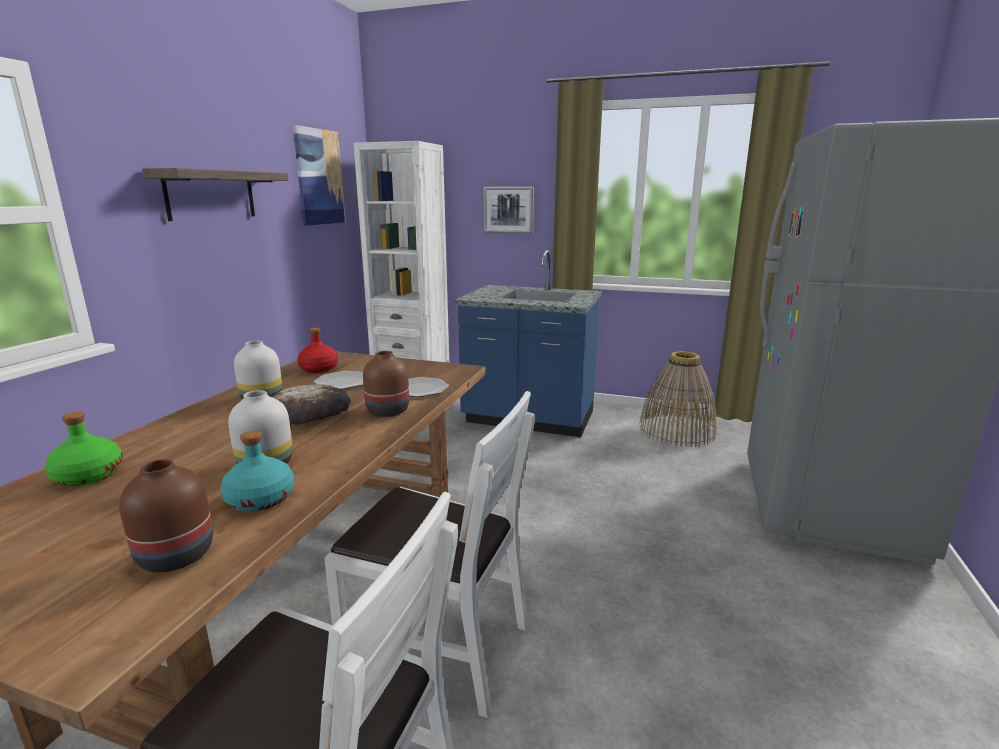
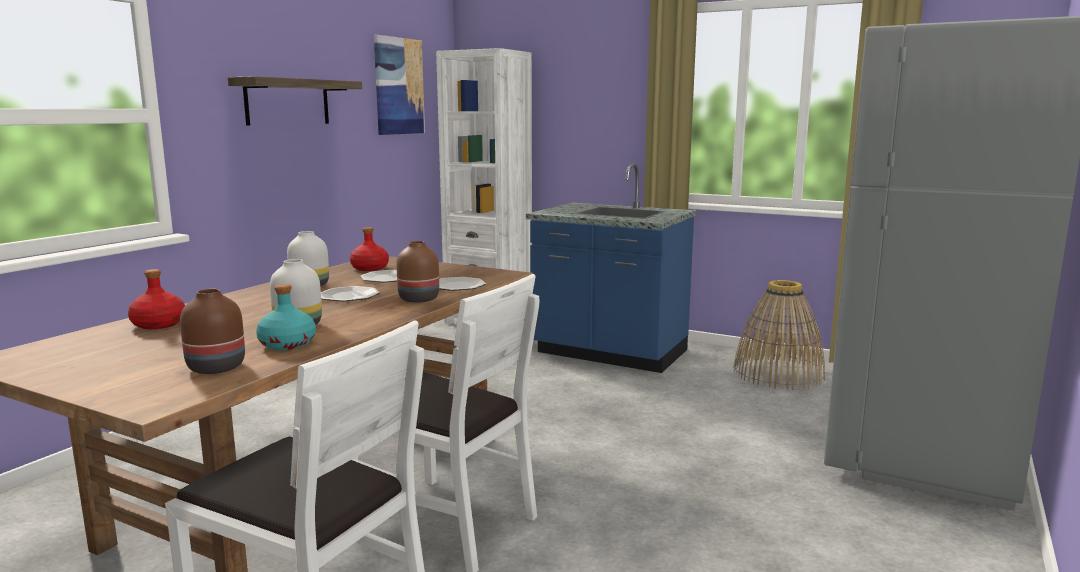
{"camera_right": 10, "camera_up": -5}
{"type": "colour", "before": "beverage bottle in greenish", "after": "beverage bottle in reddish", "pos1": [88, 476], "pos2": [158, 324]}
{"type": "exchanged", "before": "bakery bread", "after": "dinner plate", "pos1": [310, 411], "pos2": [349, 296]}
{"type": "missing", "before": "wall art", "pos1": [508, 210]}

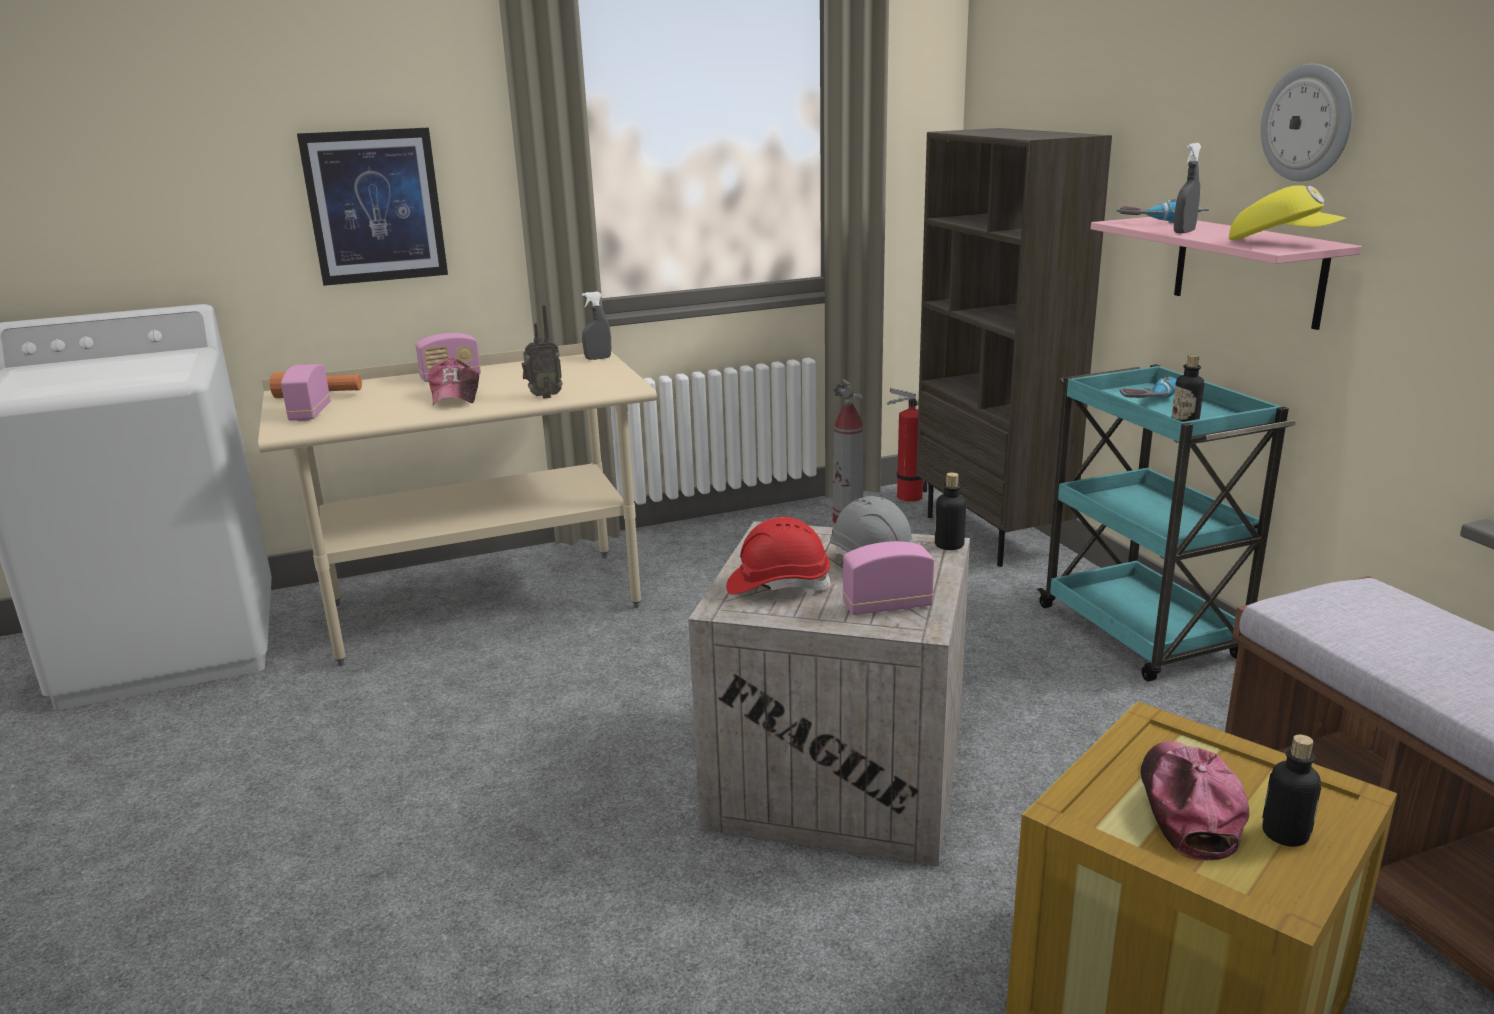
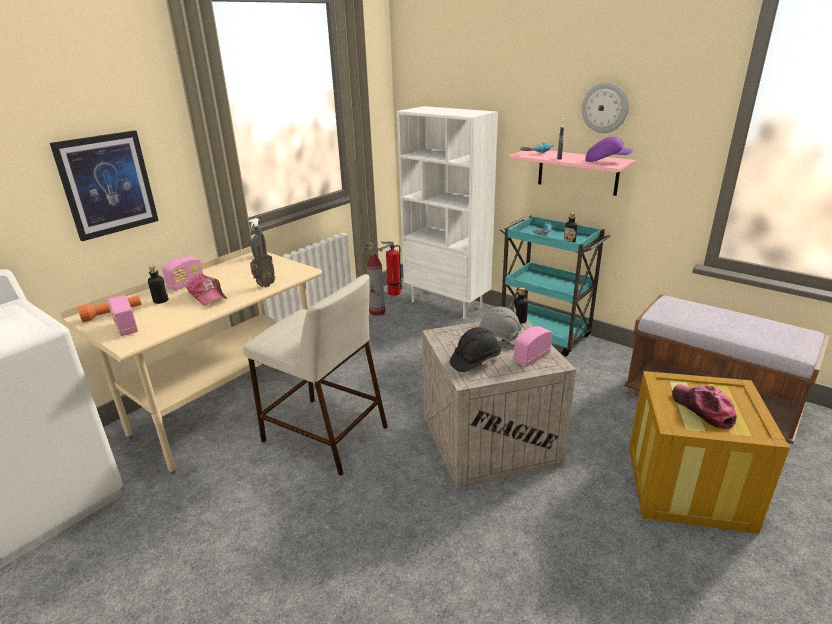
{"camera_right": -30, "camera_up": 5}
{"type": "relocated", "before": "beverage bottle", "pos1": [1285, 834], "pos2": [161, 301]}
{"type": "appeared", "after": "sitting stool in beige-coloured", "pos2": [323, 434]}
{"type": "colour", "before": "shelving unit in brownish", "after": "shelving unit in white", "pos1": [992, 535], "pos2": [447, 304]}
{"type": "colour", "before": "hard hat in reddish", "after": "hard hat in black-coloured", "pos1": [778, 585], "pos2": [475, 361]}
{"type": "colour", "before": "cap in yellow-coloured", "after": "cap in purplish", "pos1": [1281, 243], "pos2": [607, 161]}

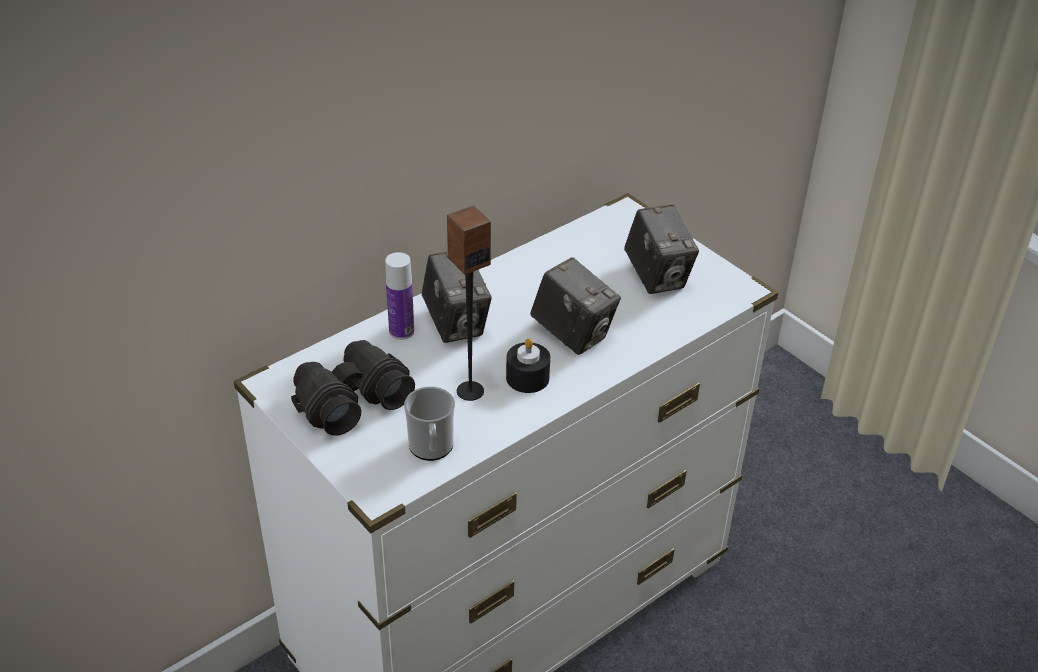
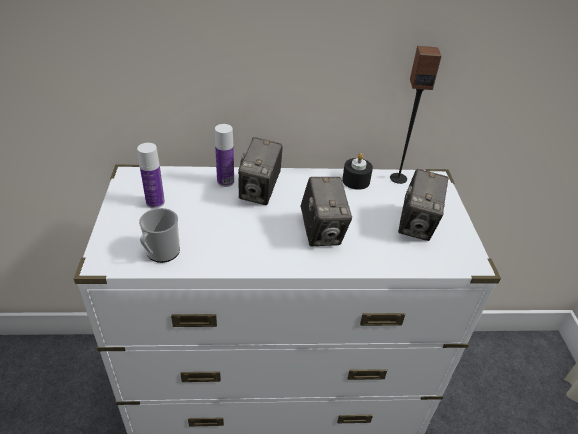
{"camera_right": 35, "camera_up": 0}
{"type": "exchanged", "before": "pair of binoculars in black-coloured", "after": "beverage bottle", "pos1": [350, 399], "pos2": [155, 202]}
{"type": "relocated", "before": "wax candle in black-coloured", "pos1": [527, 378], "pos2": [356, 181]}
{"type": "relocated", "before": "audio speaker", "pos1": [470, 391], "pos2": [398, 178]}

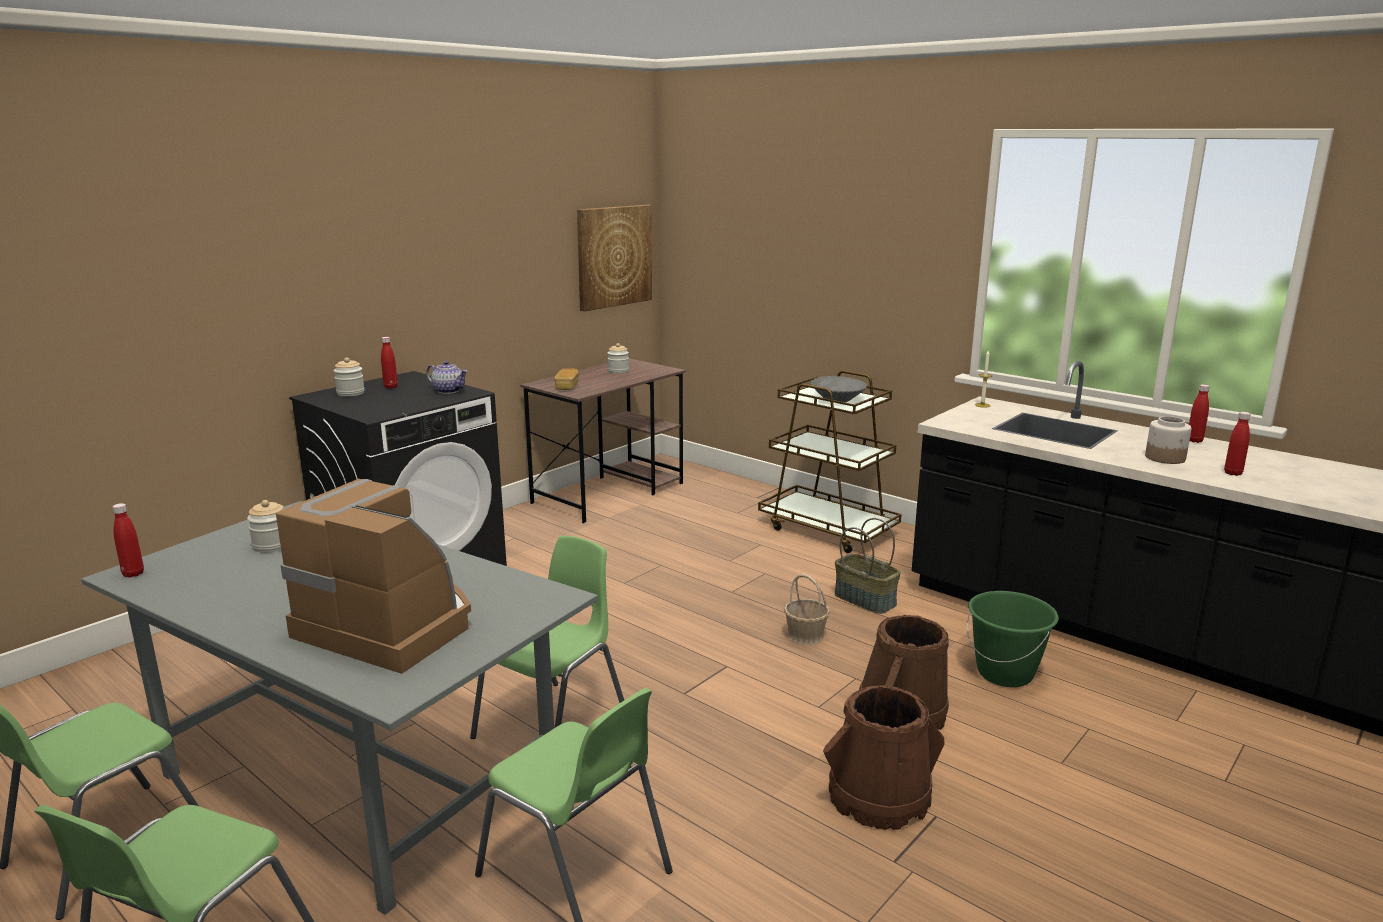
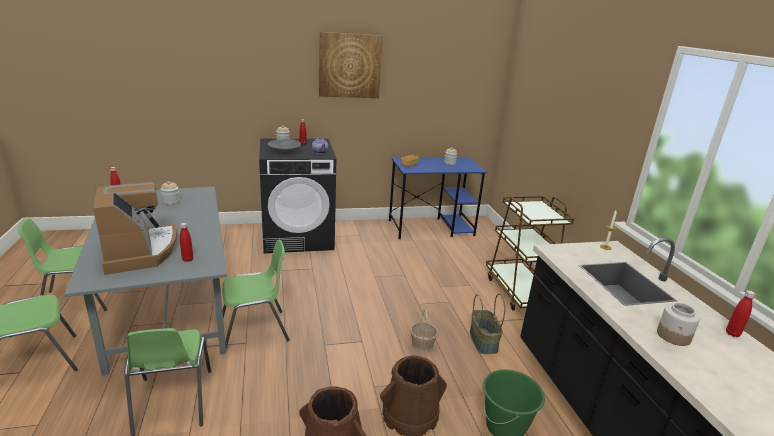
{"camera_right": 35, "camera_up": 5}
{"type": "relocated", "before": "beverage bottle in reddish", "pos1": [1233, 473], "pos2": [187, 259]}
{"type": "relocated", "before": "deep dish in gray", "pos1": [838, 399], "pos2": [284, 152]}
{"type": "relocated", "before": "wall art", "pos1": [614, 256], "pos2": [350, 65]}
{"type": "colour", "before": "desk table in brownish", "after": "desk table in blue", "pos1": [609, 492], "pos2": [431, 228]}

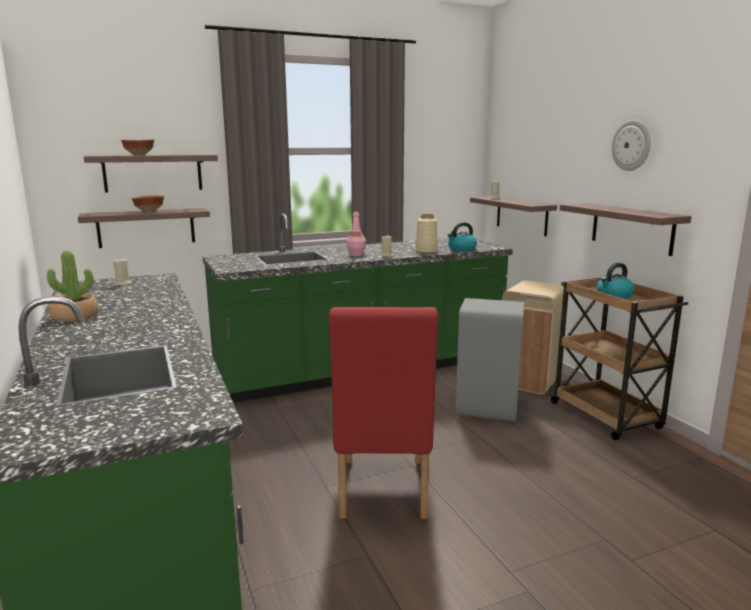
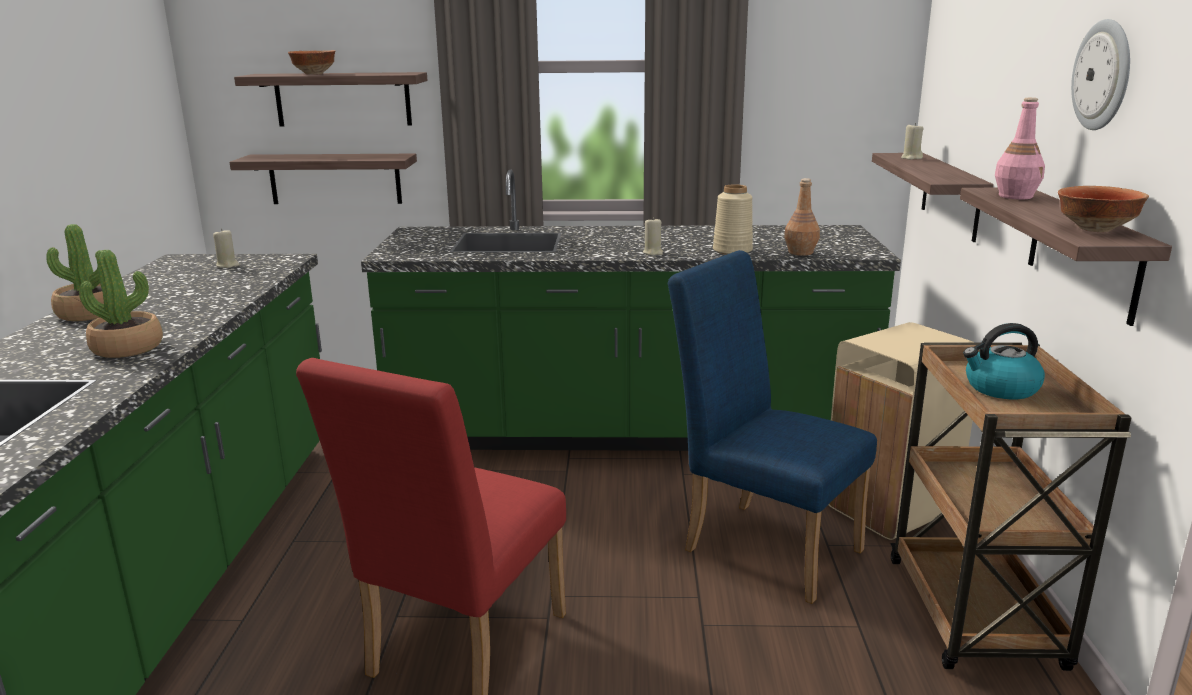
{"camera_right": 25, "camera_up": 5}
{"type": "appeared", "after": "plant in a pot", "pos2": [127, 348]}
{"type": "exchanged", "before": "waste bin in gray", "after": "upright chair in blue", "pos1": [486, 408], "pos2": [762, 544]}
{"type": "exchanged", "before": "water kettle", "after": "beverage bottle in brownish", "pos1": [461, 249], "pos2": [801, 252]}
{"type": "relocated", "before": "beverage bottle in pink", "pos1": [356, 254], "pos2": [1015, 196]}
{"type": "relocated", "before": "deep dish", "pos1": [149, 211], "pos2": [1095, 229]}

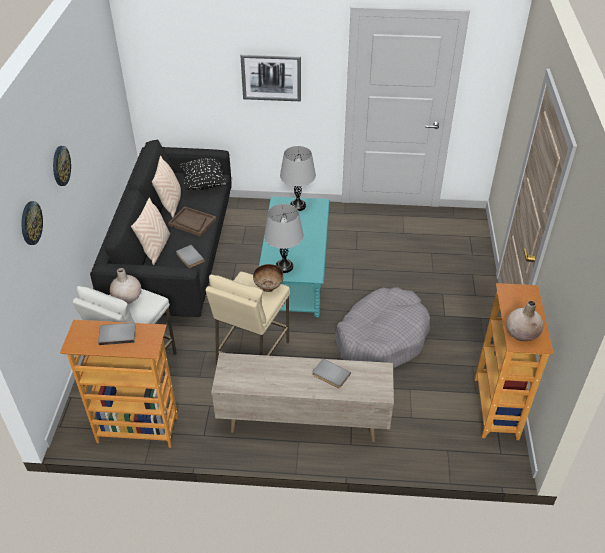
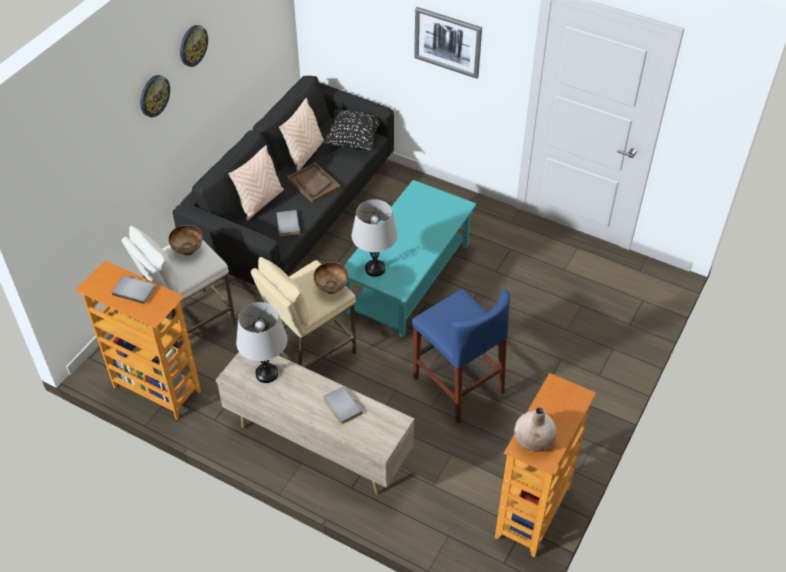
{"camera_right": 25, "camera_up": 5}
{"type": "exchanged", "before": "decorative vase in beige-coloured", "after": "deep dish", "pos1": [127, 297], "pos2": [187, 251]}
{"type": "relocated", "before": "wall clock", "pos1": [30, 223], "pos2": [192, 45]}
{"type": "relocated", "before": "tabletop lamp in gray", "pos1": [298, 206], "pos2": [267, 374]}
{"type": "exchanged", "before": "dog cushion in gray", "after": "sitting stool in blue", "pos1": [381, 337], "pos2": [458, 385]}

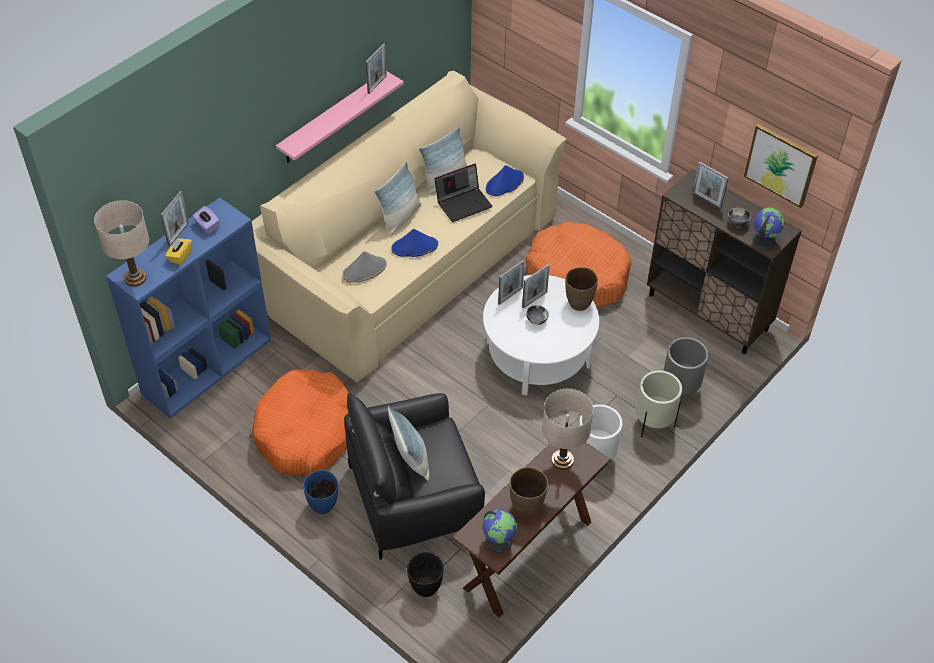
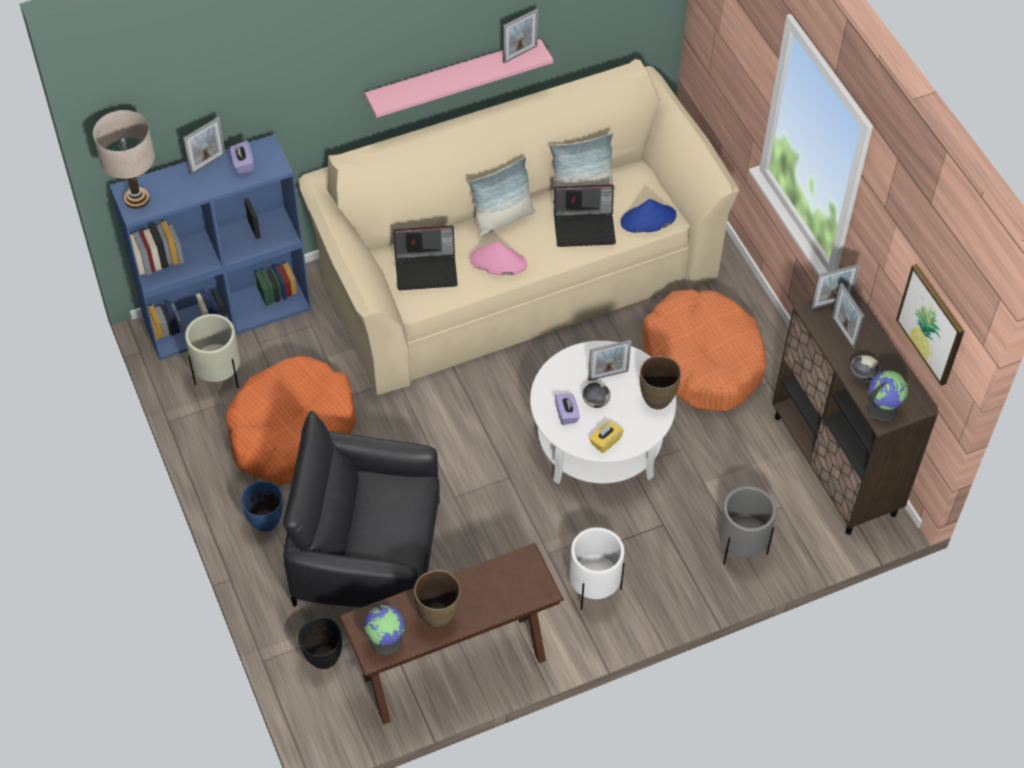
{"camera_right": 25, "camera_up": 5}
{"type": "relocated", "before": "plant pot in beige-coloured", "pos1": [653, 423], "pos2": [218, 375]}
{"type": "exchanged", "before": "clothing hat in gray", "after": "notebook computer", "pos1": [364, 270], "pos2": [427, 269]}
{"type": "colour", "before": "clothing hat in blue", "after": "clothing hat in pink", "pos1": [414, 247], "pos2": [497, 261]}
{"type": "appeared", "after": "tissue box in purplish", "pos2": [566, 414]}
{"type": "relocated", "before": "tissue box in yellow-coloured", "pos1": [180, 256], "pos2": [605, 441]}
{"type": "relocated", "before": "standing frame", "pos1": [510, 296], "pos2": [830, 303]}
{"type": "missing", "before": "cushion", "pos1": [411, 459]}
{"type": "missing", "before": "tabletop lamp in beige-coloured", "pos1": [562, 460]}

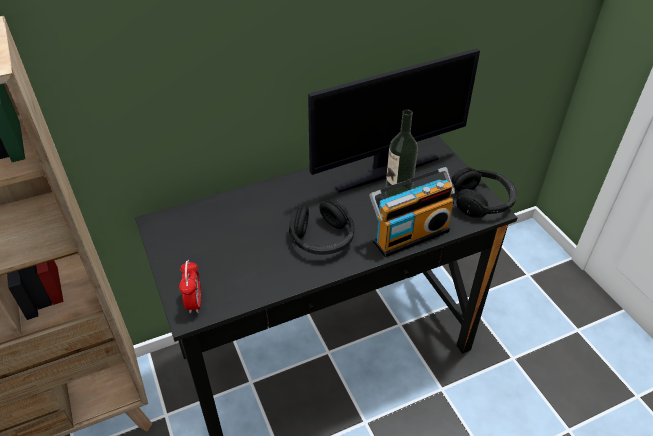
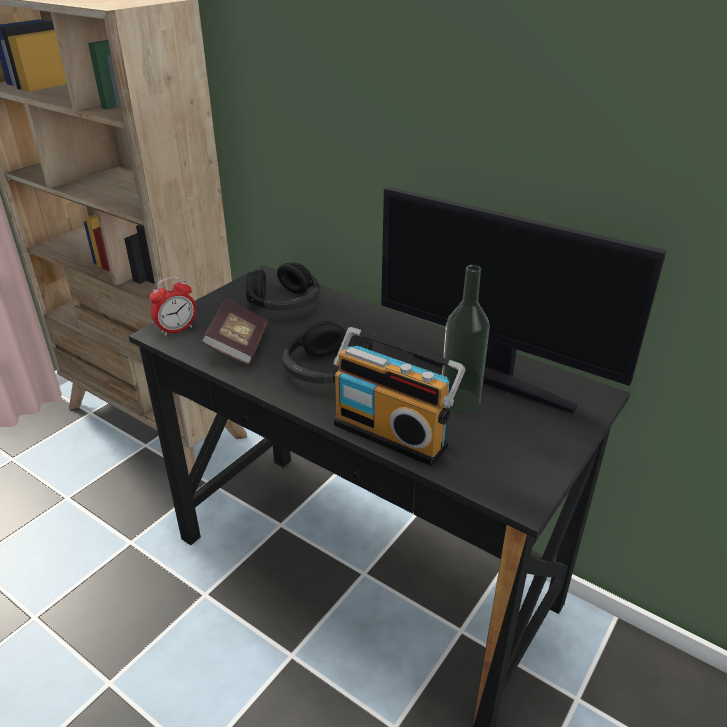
{"camera_right": 60, "camera_up": -10}
{"type": "appeared", "after": "book", "pos2": [238, 346]}
{"type": "relocated", "before": "pair of headphones in black-coloured", "pos1": [482, 201], "pos2": [284, 303]}

